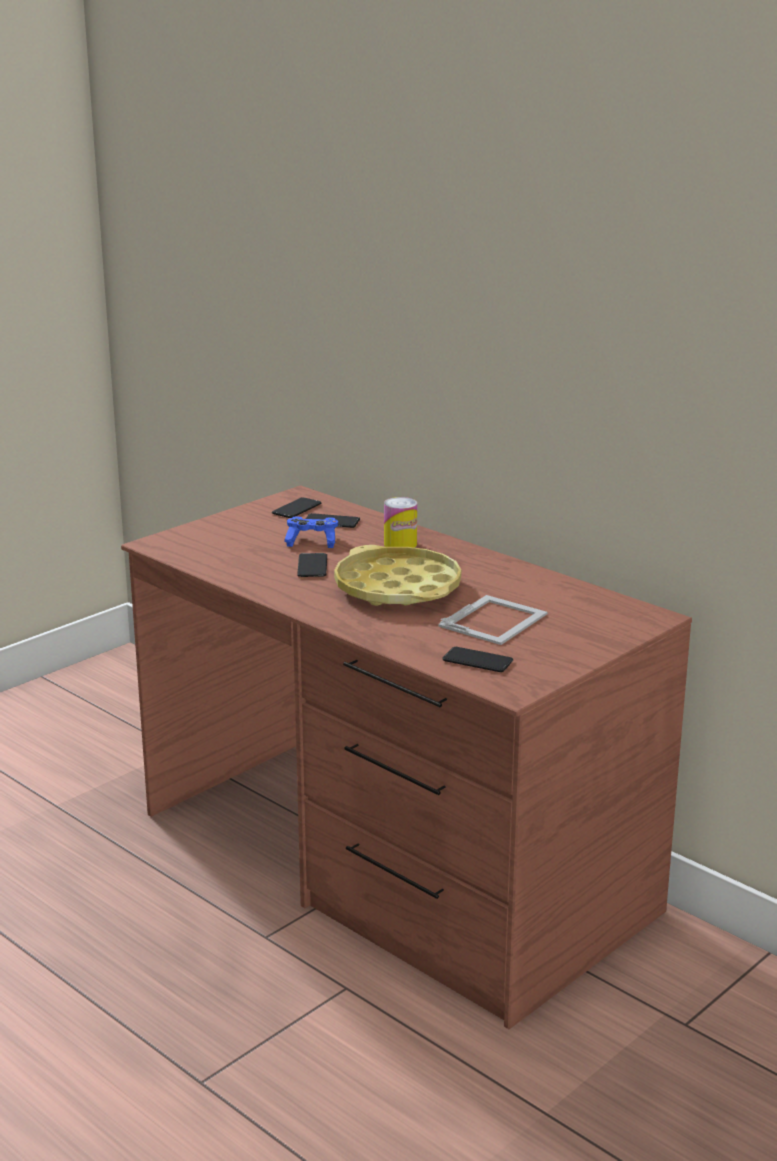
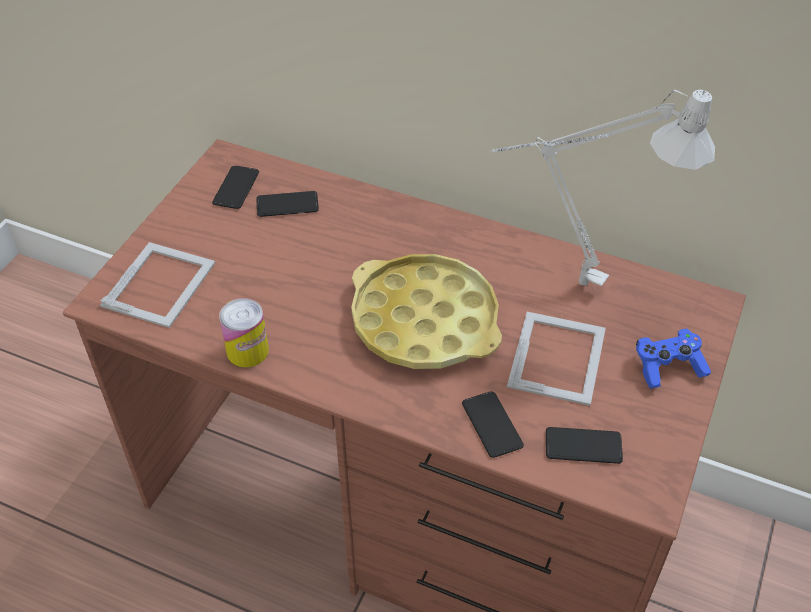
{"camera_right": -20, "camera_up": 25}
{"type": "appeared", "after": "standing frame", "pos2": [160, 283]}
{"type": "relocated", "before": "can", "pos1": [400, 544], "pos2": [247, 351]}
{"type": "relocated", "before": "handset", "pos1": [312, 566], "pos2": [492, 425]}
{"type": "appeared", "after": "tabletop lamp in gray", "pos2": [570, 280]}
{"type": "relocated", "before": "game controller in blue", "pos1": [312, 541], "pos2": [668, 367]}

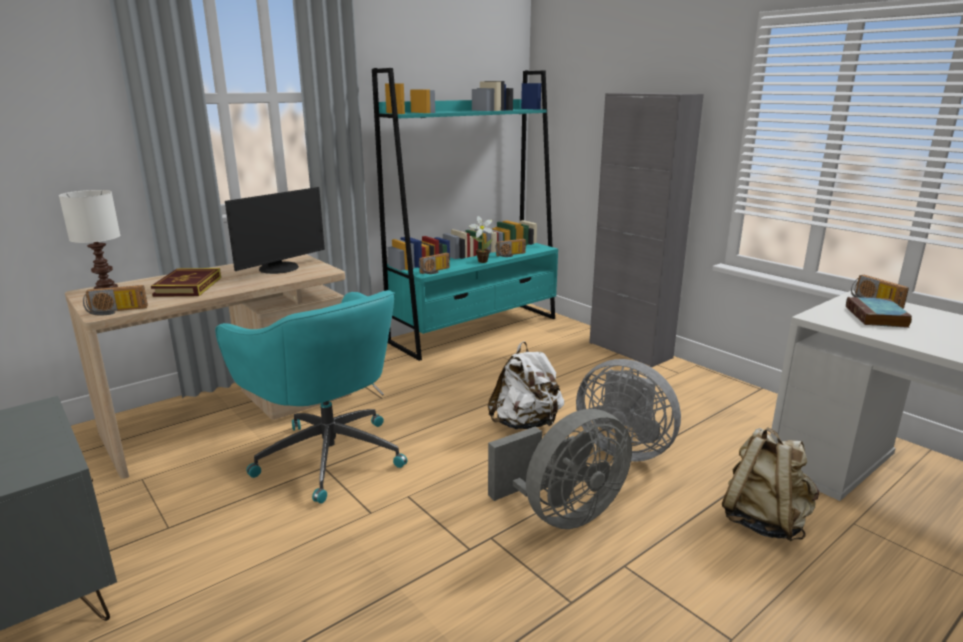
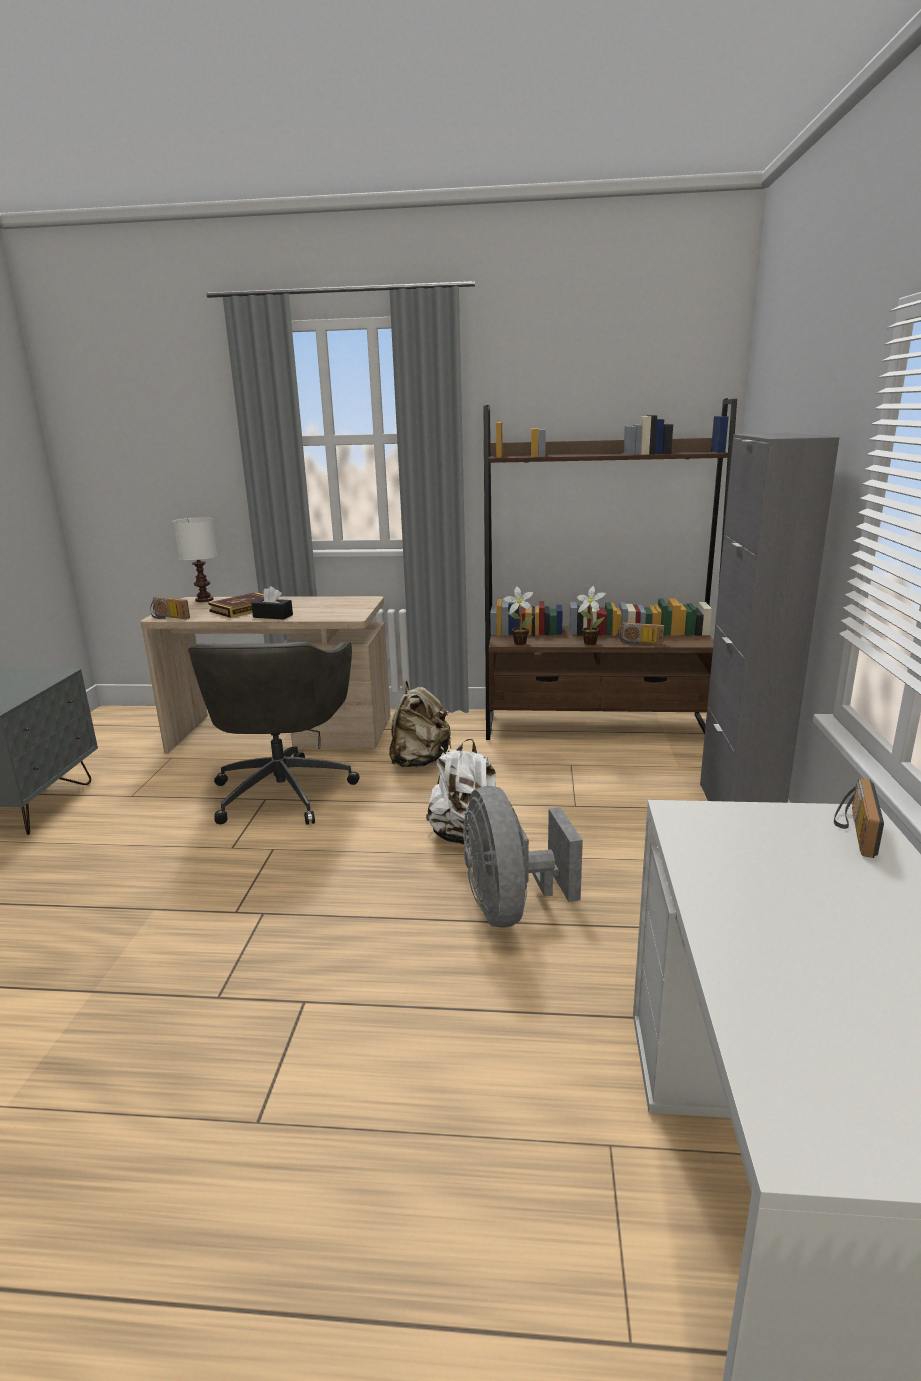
{"camera_right": 45, "camera_up": 0}
{"type": "colour", "before": "desk chair in blue-green", "after": "desk chair in gray", "pos1": [328, 454], "pos2": [284, 790]}
{"type": "appeared", "after": "tissue box in black-coloured", "pos2": [273, 616]}
{"type": "relocated", "before": "rucksack in beige-coloured", "pos1": [763, 521], "pos2": [419, 761]}
{"type": "colour", "before": "shelving unit in blue-green", "after": "shelving unit in brownish", "pos1": [475, 330], "pos2": [596, 727]}
{"type": "exchanged", "before": "radio set", "after": "plant in a pot", "pos1": [435, 271], "pos2": [518, 643]}
{"type": "missing", "before": "computer screen", "pos1": [280, 268]}
{"type": "missing", "before": "fan in gray", "pos1": [563, 514]}
{"type": "missing", "before": "book", "pos1": [877, 317]}

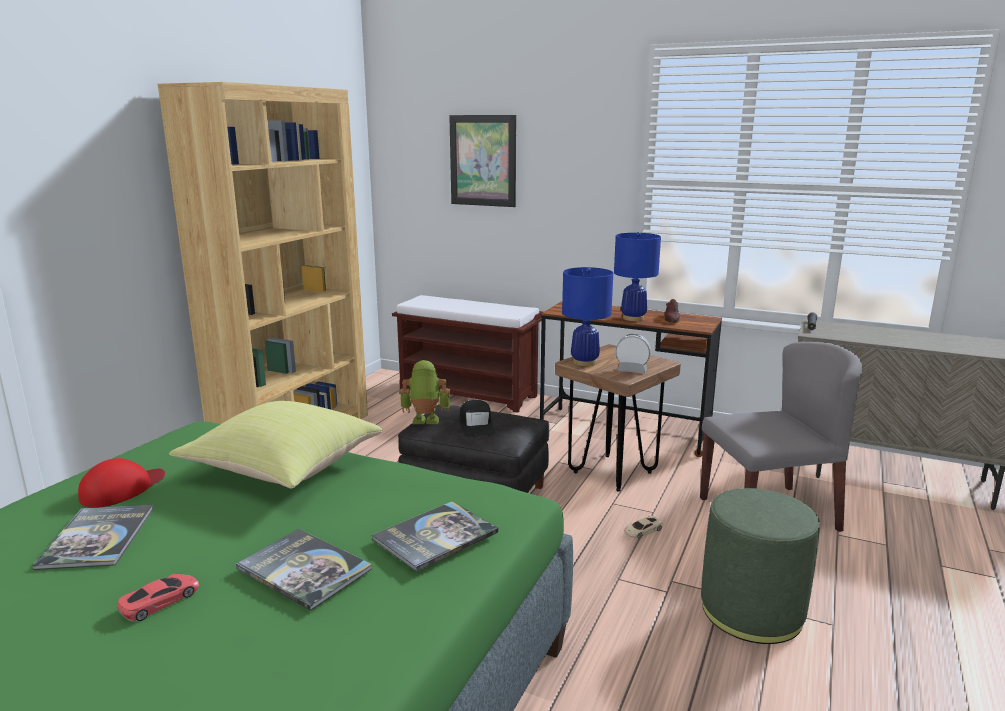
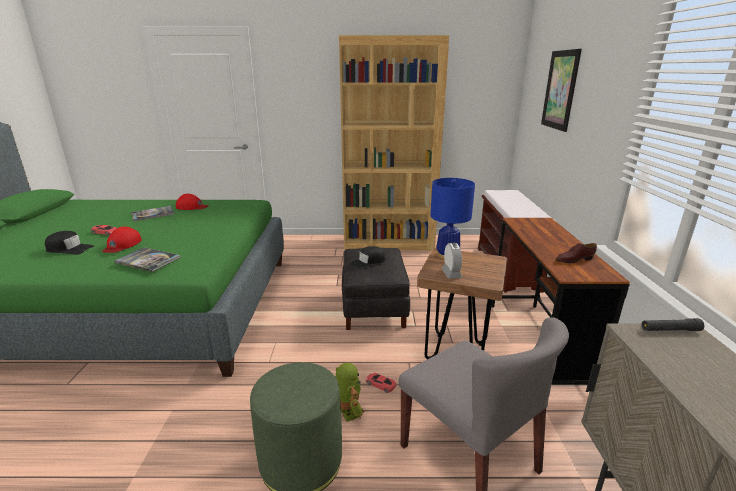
{"camera_right": 65, "camera_up": 5}
{"type": "appeared", "after": "cap in black-coloured", "pos2": [69, 249]}
{"type": "exchanged", "before": "book", "after": "cap in reddish", "pos1": [304, 569], "pos2": [122, 245]}
{"type": "relocated", "before": "toy robot", "pos1": [425, 421], "pos2": [347, 411]}
{"type": "colour", "before": "toy car in beige-coloured", "after": "toy car in reddish", "pos1": [643, 530], "pos2": [380, 384]}
{"type": "missing", "before": "cushion in yellow-coloured", "pos1": [281, 470]}
{"type": "missing", "before": "tabletop lamp in blue", "pos1": [633, 318]}

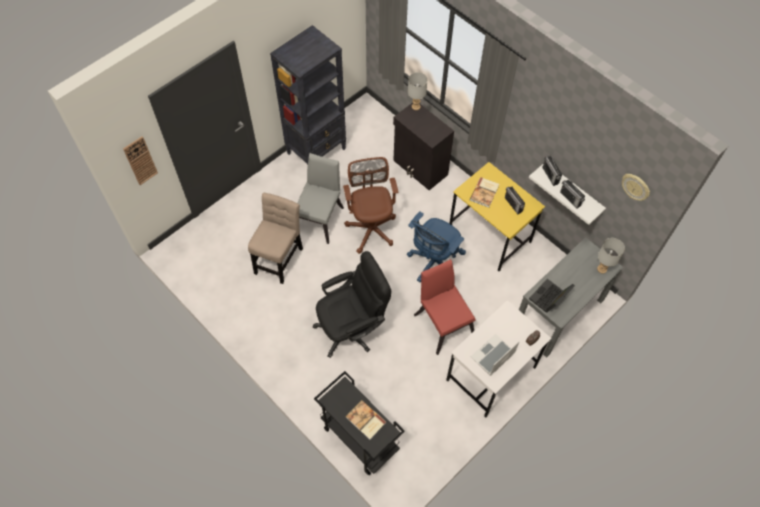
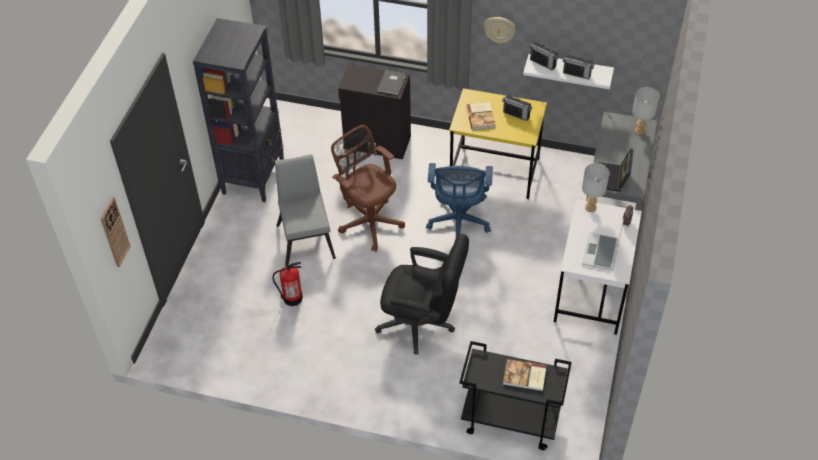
{"camera_right": -30, "camera_up": -10}
{"type": "exchanged", "before": "upright chair in beige-coloured", "after": "fire extinguisher", "pos1": [279, 258], "pos2": [292, 298]}
{"type": "spun", "before": "desk chair in black-coloured", "pos1": [352, 328], "pos2": [422, 324], "turn": 75}
{"type": "appeared", "after": "book in gray", "pos2": [392, 83]}
{"type": "relocated", "before": "wall clock", "pos1": [635, 187], "pos2": [499, 29]}
{"type": "relocated", "before": "tabletop lamp in gray", "pos1": [415, 106], "pos2": [590, 207]}
{"type": "missing", "before": "upright chair in reddish", "pos1": [443, 321]}

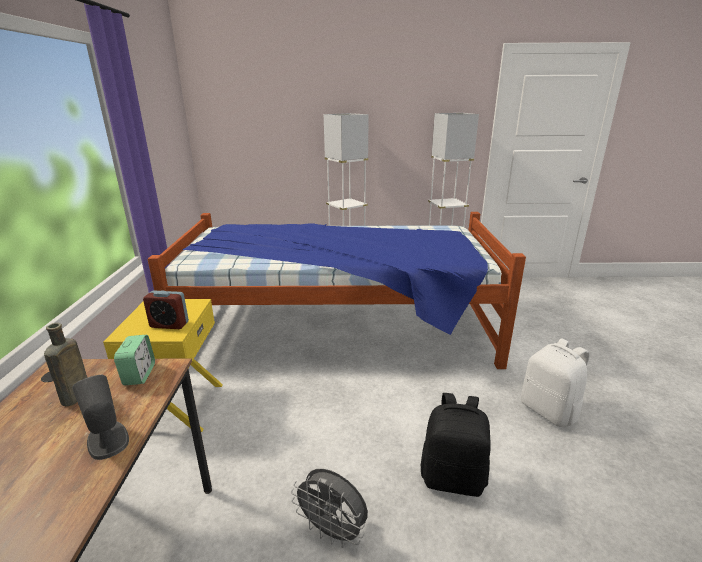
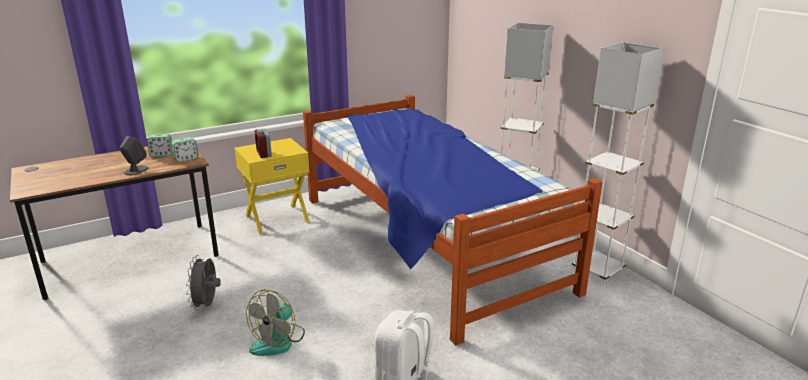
{"camera_right": 60, "camera_up": 0}
{"type": "exchanged", "before": "beverage bottle in brownish", "after": "table clock", "pos1": [74, 398], "pos2": [161, 155]}
{"type": "exchanged", "before": "rucksack in black-coloured", "after": "fan", "pos1": [453, 477], "pos2": [278, 341]}

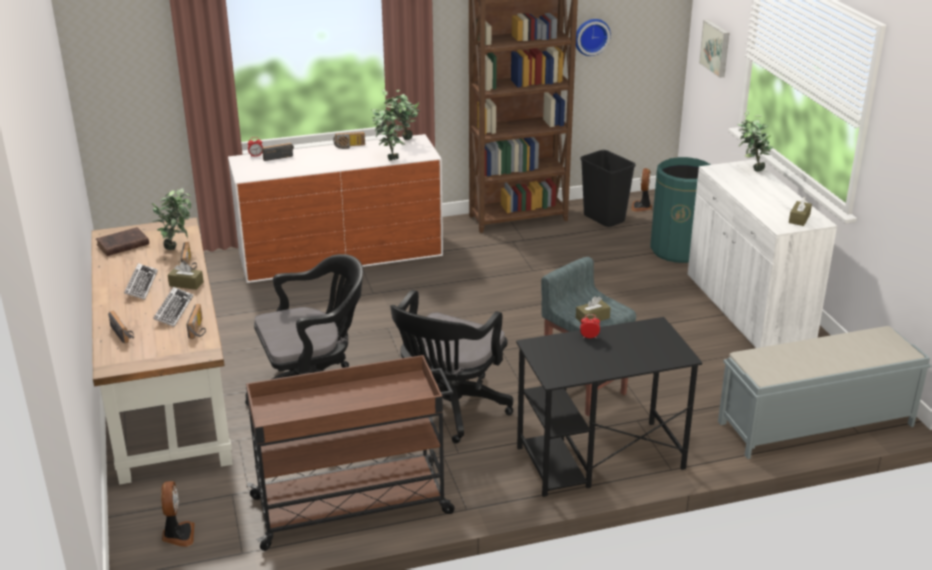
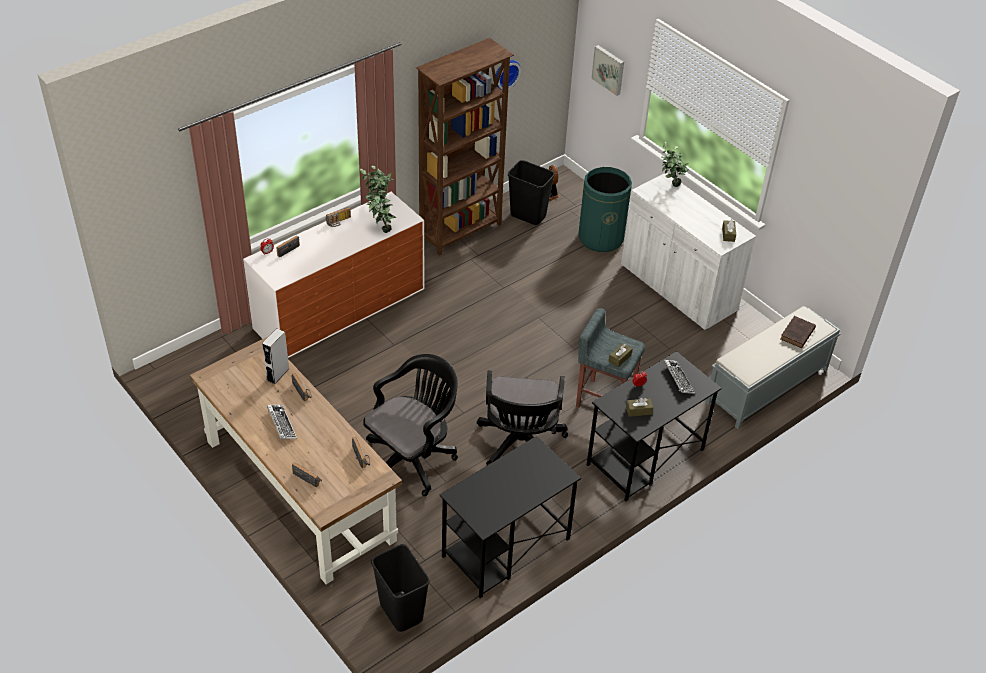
{"camera_right": -25, "camera_up": 15}
{"type": "exchanged", "before": "plant in a pot", "after": "audio speaker in gray", "pos1": [178, 246], "pos2": [278, 374]}
{"type": "exchanged", "before": "fan", "after": "waste bin in black-coloured", "pos1": [178, 535], "pos2": [400, 612]}
{"type": "exchanged", "before": "cart in brownish", "after": "desk table in black-coloured", "pos1": [354, 505], "pos2": [505, 548]}
{"type": "relocated", "before": "tissue box in brownish", "pos1": [186, 284], "pos2": [638, 410]}
{"type": "relocated", "before": "PC keyboard", "pos1": [173, 310], "pos2": [678, 379]}
{"type": "relocated", "before": "book in brownish", "pos1": [121, 245], "pos2": [797, 334]}

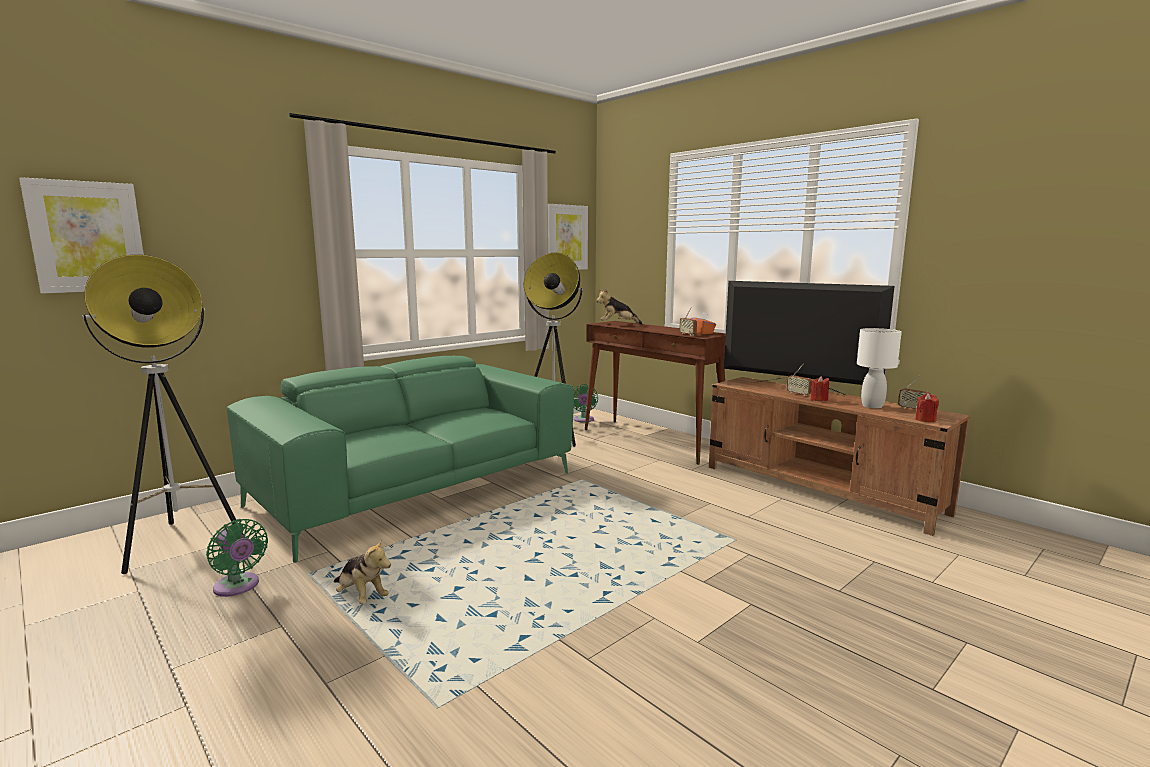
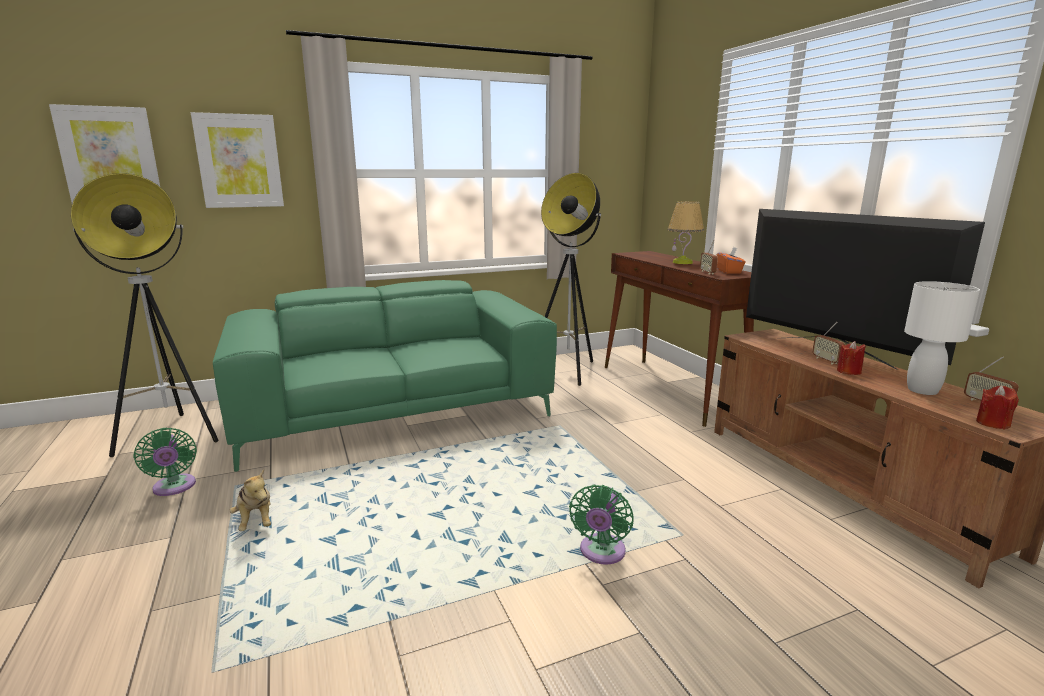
{"camera_right": 20, "camera_up": 5}
{"type": "relocated", "before": "wall art", "pos1": [567, 237], "pos2": [239, 161]}
{"type": "relocated", "before": "fan in greenish", "pos1": [583, 420], "pos2": [601, 553]}
{"type": "appeared", "after": "tabletop lamp", "pos2": [682, 262]}
{"type": "missing", "before": "cuddly toy", "pos1": [617, 324]}

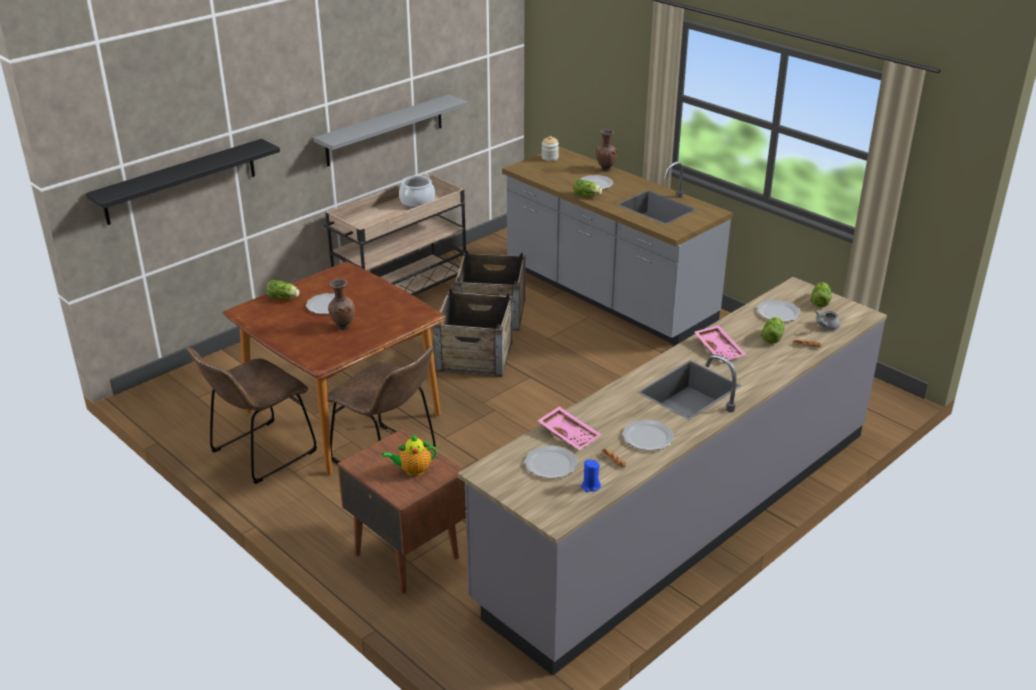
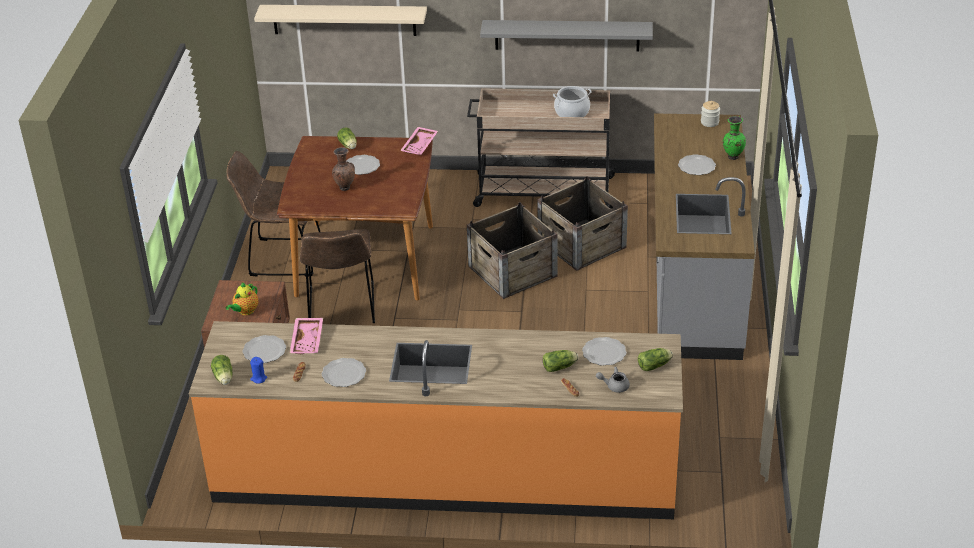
{"camera_right": 50, "camera_up": 5}
{"type": "colour", "before": "counter in gray", "after": "counter in orange-coloured", "pos1": [681, 513], "pos2": [445, 473]}
{"type": "relocated", "before": "lettuce head", "pos1": [587, 196], "pos2": [224, 378]}
{"type": "spun", "before": "teapot", "pos1": [413, 470], "pos2": [245, 311], "turn": -90}
{"type": "colour", "before": "bracket shelf in black-coloured", "after": "bracket shelf in beige-coloured", "pos1": [181, 181], "pos2": [344, 20]}
{"type": "relocated", "before": "carrying tray in pink", "pos1": [720, 349], "pos2": [420, 146]}
{"type": "colour", "before": "decorative vase in brownish", "after": "decorative vase in greenish", "pos1": [605, 169], "pos2": [732, 157]}

